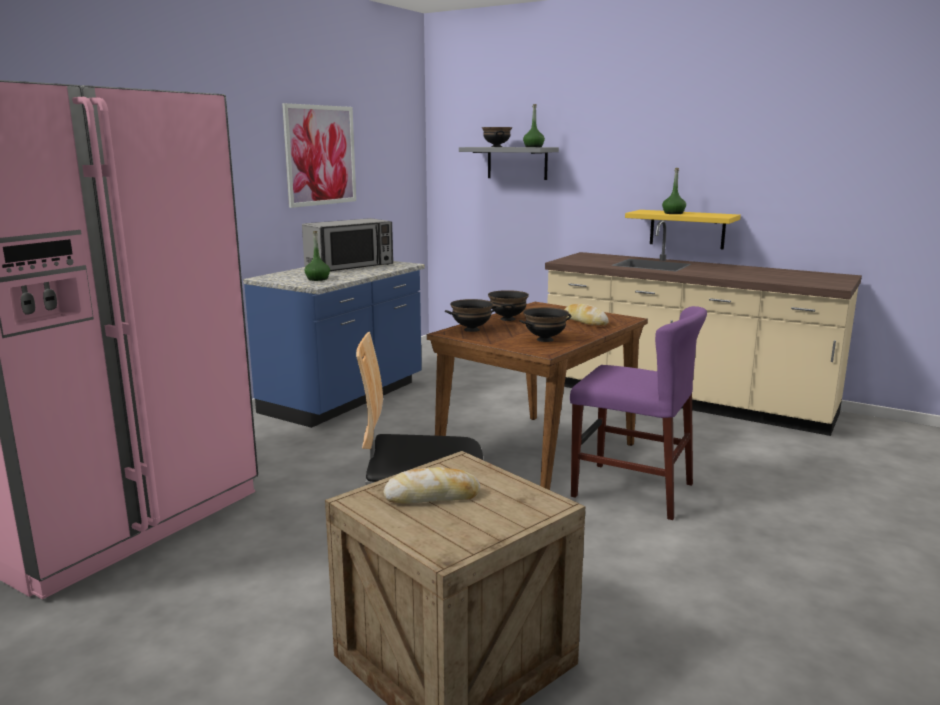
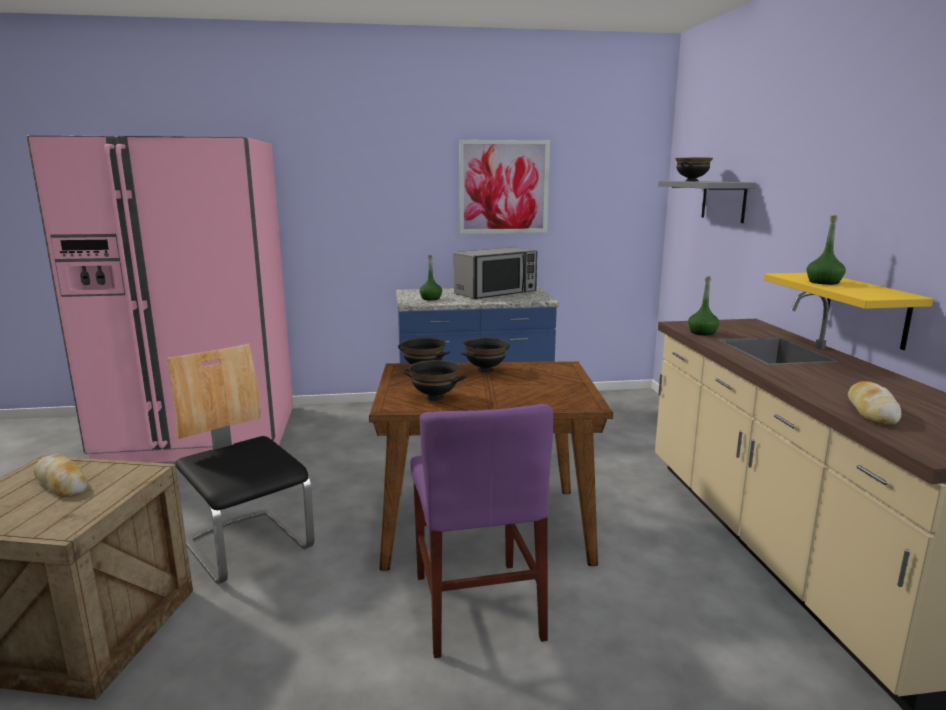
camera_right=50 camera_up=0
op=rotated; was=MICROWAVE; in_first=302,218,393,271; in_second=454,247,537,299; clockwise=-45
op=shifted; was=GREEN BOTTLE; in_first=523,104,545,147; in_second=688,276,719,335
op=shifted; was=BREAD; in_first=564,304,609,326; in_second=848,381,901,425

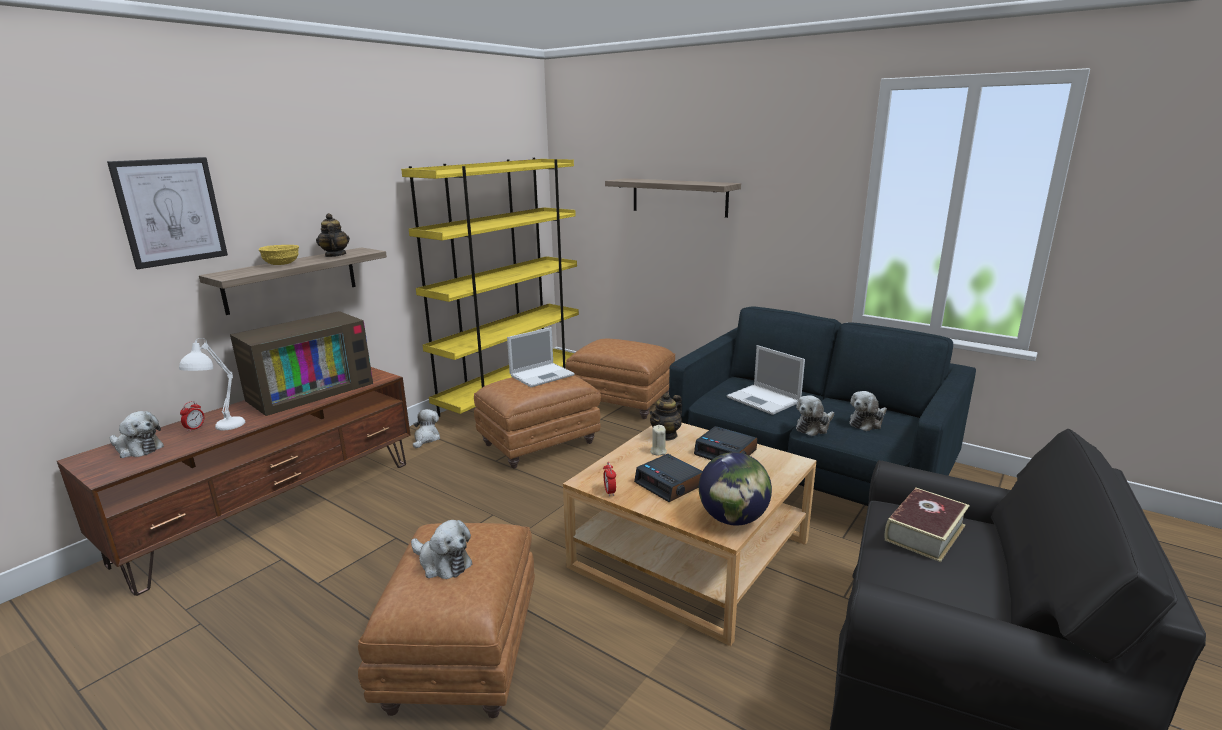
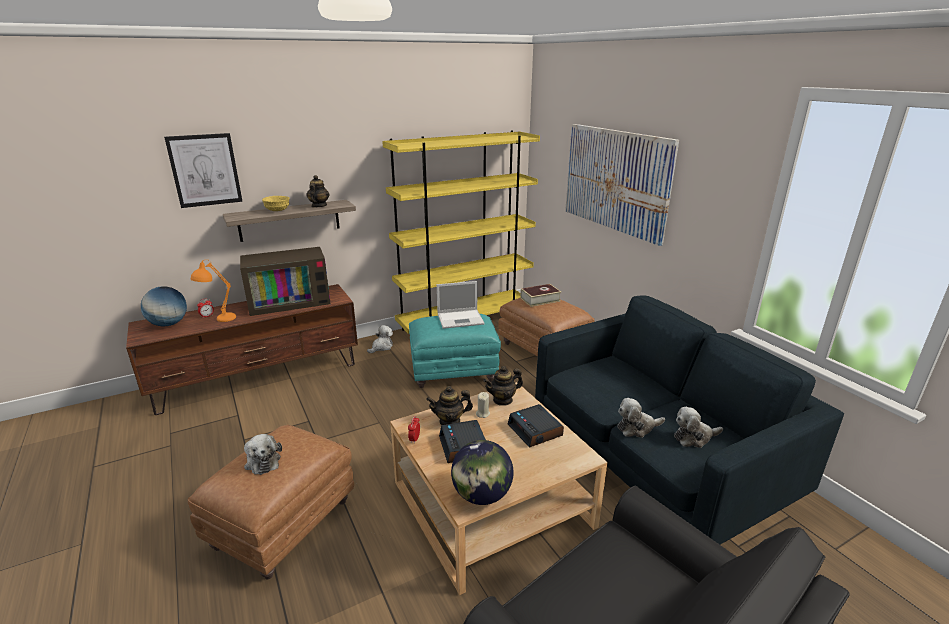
camera_right=25 camera_up=5
op=swapped; was=PLUSH TOY; now=GLOBE; in_first=110,411,164,458; in_second=141,286,187,326
op=repainted; was=WHITE TABLE LAMP; now=ORANGE TABLE LAMP; in_first=179,338,245,431; in_second=191,260,236,322
op=repainted; was=BROWN OTTOMAN; now=TURQUOISE OTTOMAN; in_first=474,375,601,468; in_second=409,314,501,388
op=new; now=TEAPOT; in_second=426,386,473,425
op=shifted; was=BOOK; in_first=885,488,970,562; in_second=520,284,561,307
op=swapped; was=SHELF; now=PICTURE; in_first=605,178,741,218; in_second=565,124,679,246
op=gone; was=LAPTOP; in_first=727,345,805,415

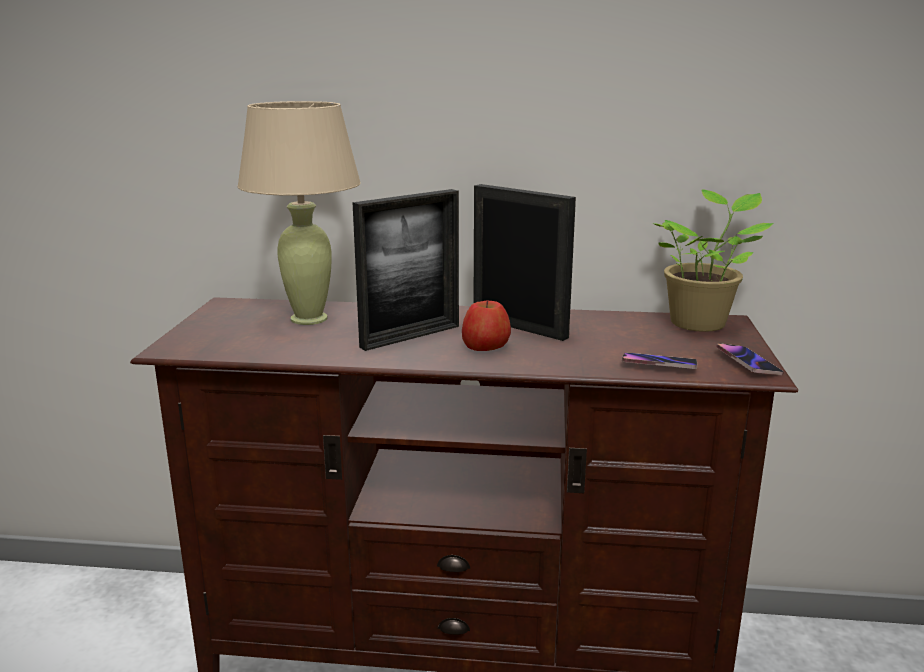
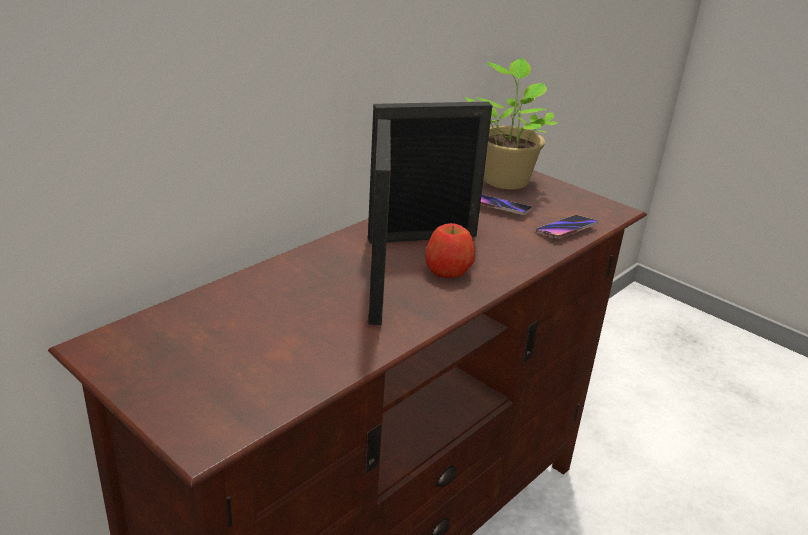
camera_right=-55 camera_up=10
op=shifted; was=PHONE; in_first=716,343,784,375; in_second=480,195,533,215
op=gone; was=BEIGE TABLE LAMP; in_first=237,101,361,325

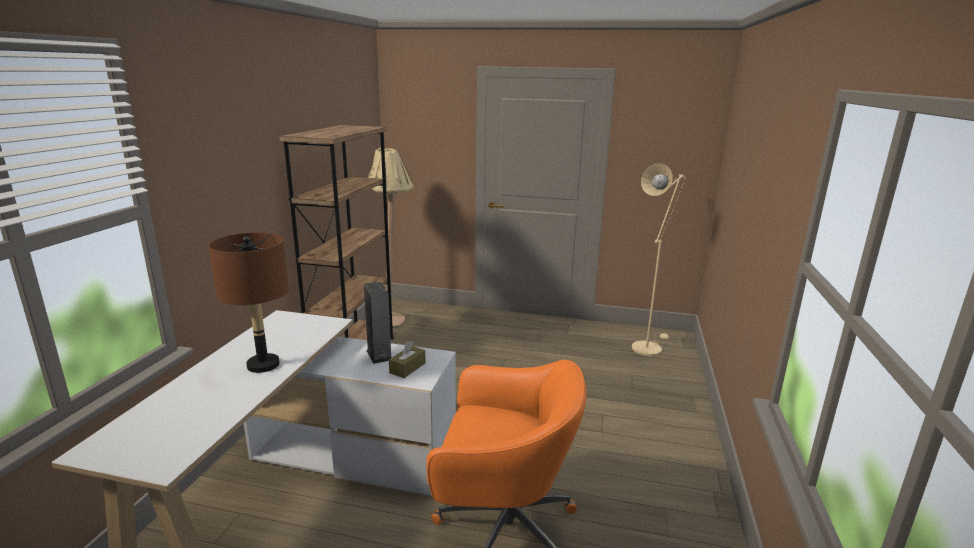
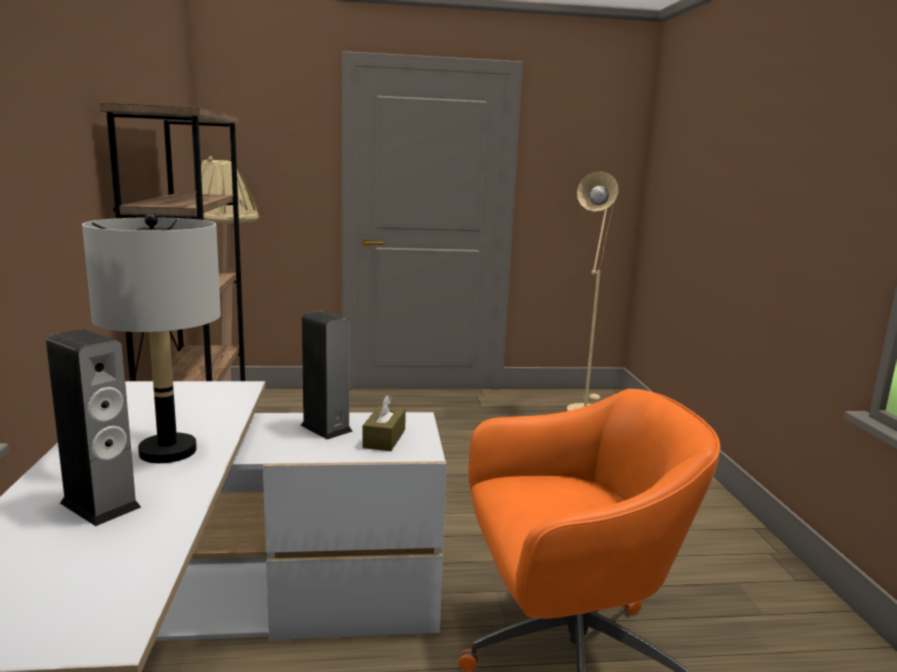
camera_right=-20 camera_up=-5
op=new; now=SPEAKER; in_second=46,329,141,526
op=repainted; was=BROWN TABLE LAMP; now=GREY TABLE LAMP; in_first=209,232,289,373; in_second=82,213,221,463

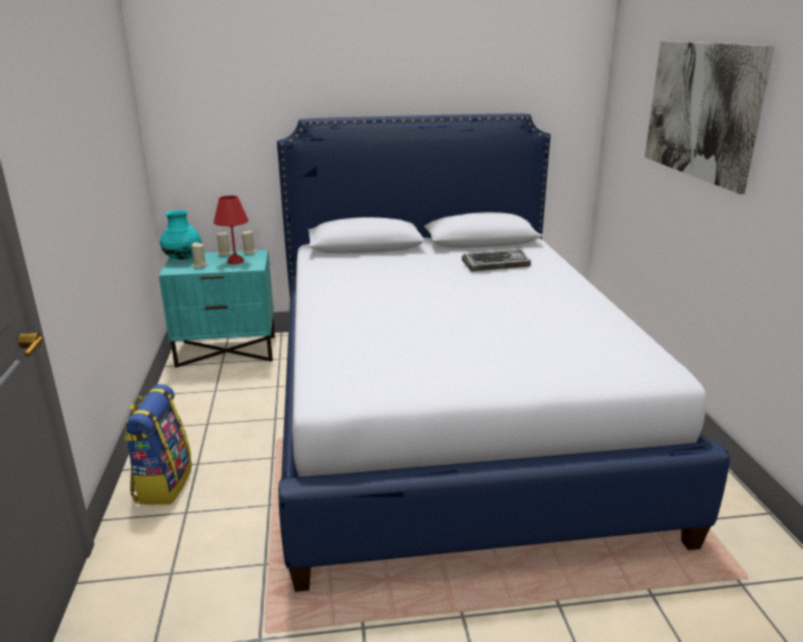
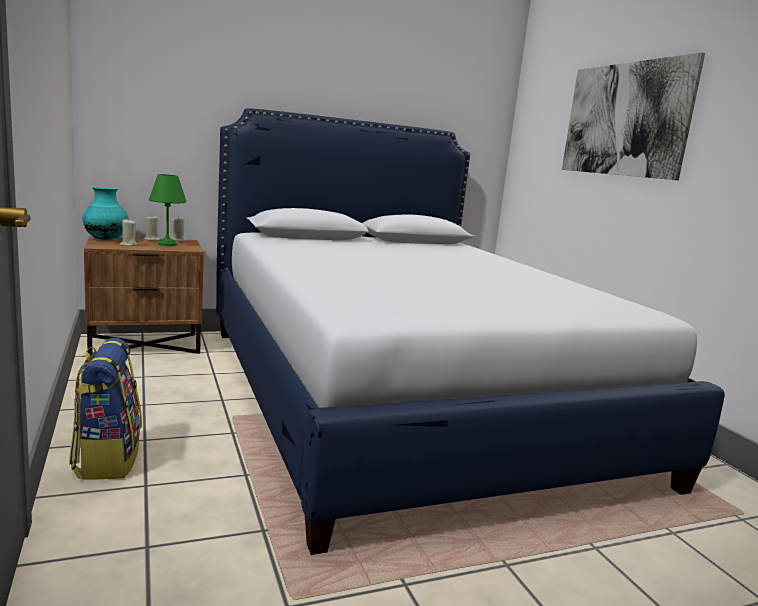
camera_right=-15 camera_up=-10
op=repainted; was=TURQUOISE NIGHTSTAND; now=BROWN NIGHTSTAND; in_first=159,250,275,368; in_second=84,236,204,355
op=repainted; was=RED TABLE LAMP; now=GREEN TABLE LAMP; in_first=214,195,248,264; in_second=149,174,186,246
op=gone; was=KEYBOARD; in_first=462,249,531,272

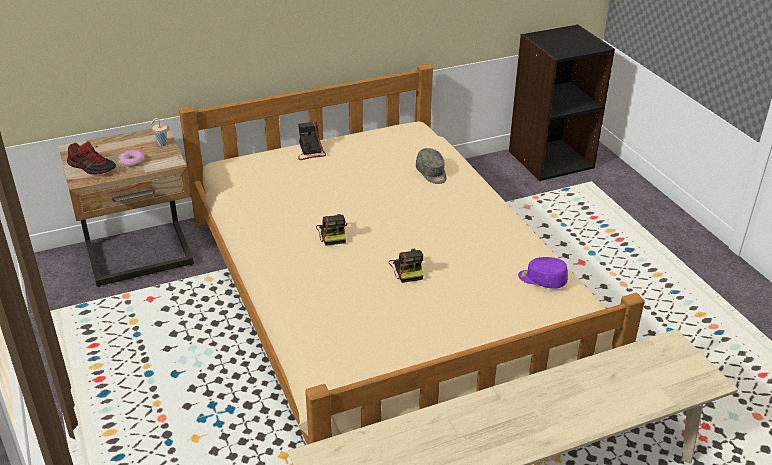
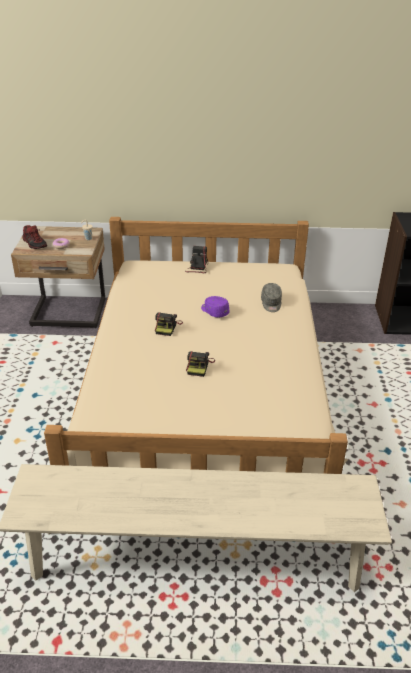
camera_right=25 camera_up=0
op=shifted; was=PURPLE CAP; in_first=518,257,568,289; in_second=201,296,229,317

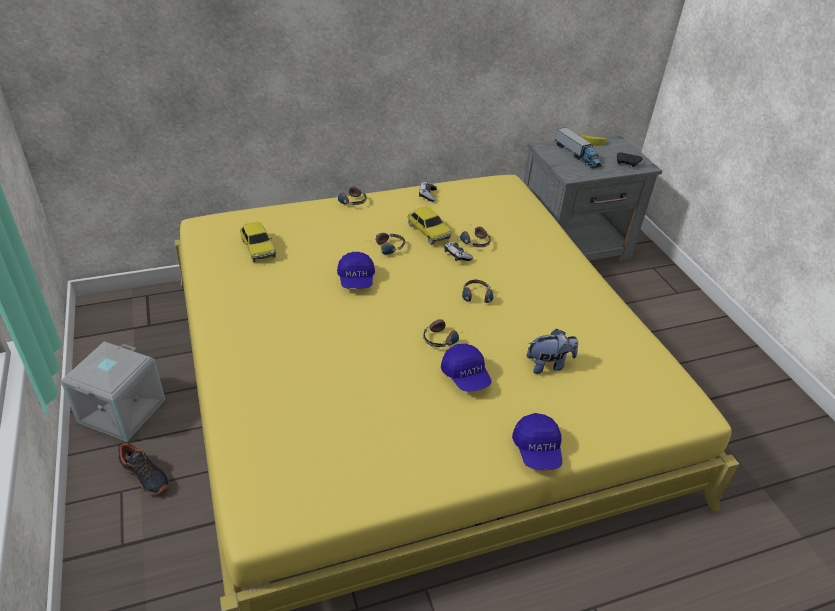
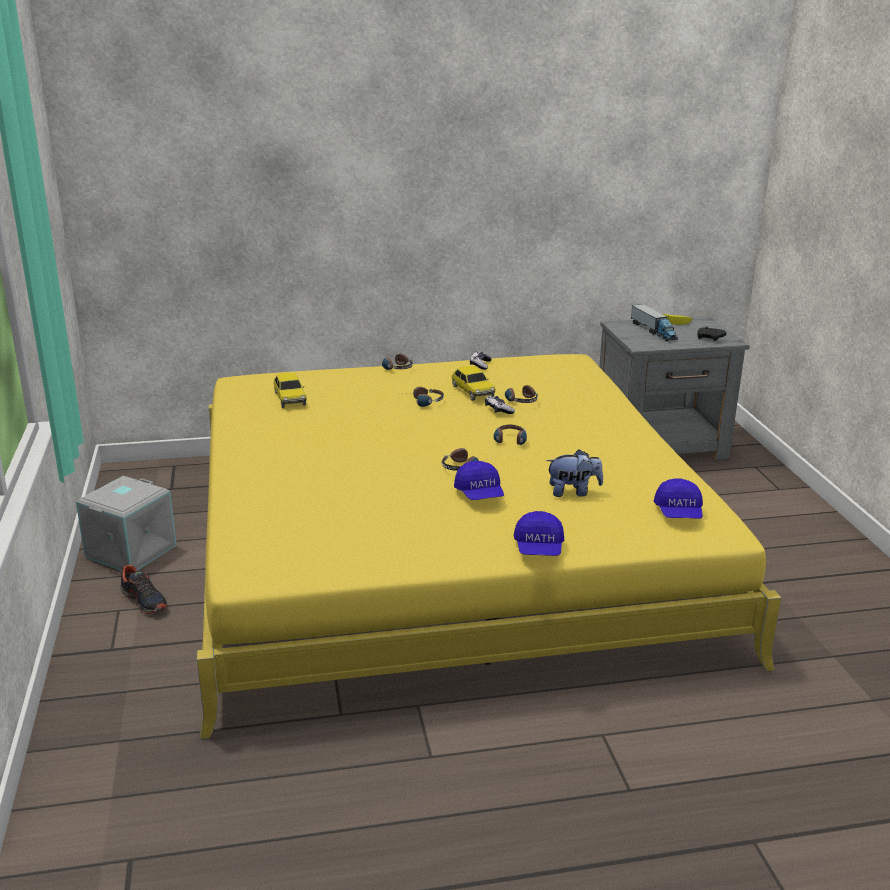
camera_right=10 camera_up=-15
op=shifted; was=BLUE CAP; in_first=337,252,375,289; in_second=654,478,703,519

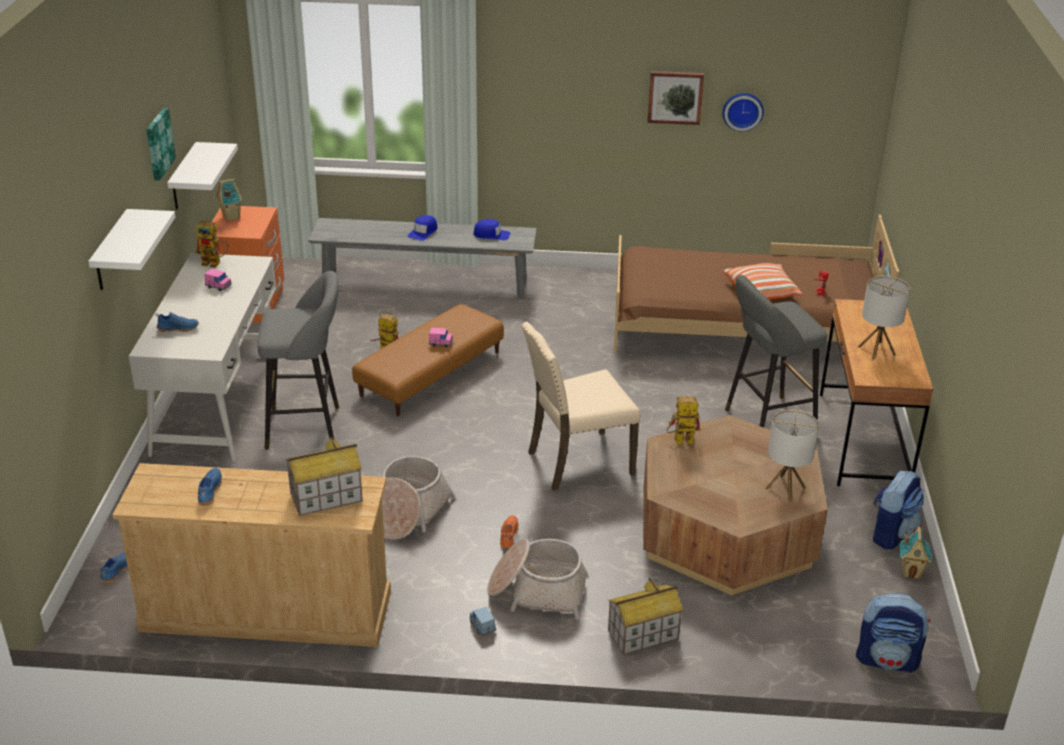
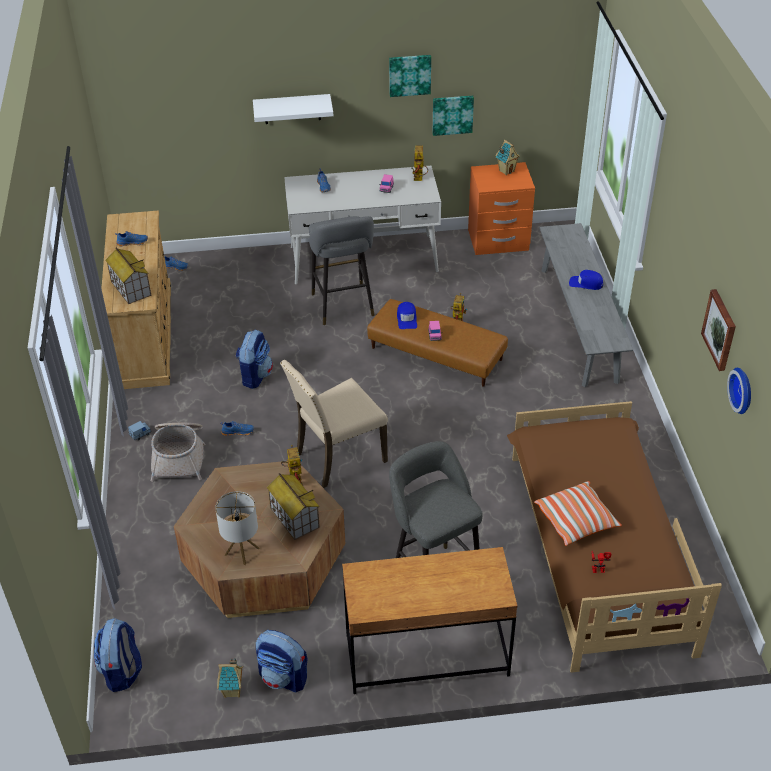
camera_right=80 camera_up=10
op=repainted; was=ORANGE SHOE; now=BLUE SHOE; in_first=500,515,519,549; in_second=221,421,254,436
op=swapped; was=BASKET; now=BACKPACK; in_first=382,456,455,540; in_second=235,330,273,389
op=shifted; was=TOY HOUSE; in_first=608,578,683,655; in_second=267,473,320,540
op=rotated; was=BEIGE CHAIR; in_first=521,322,641,491; in_second=280,360,388,488; clockwise=-90
op=shifted; was=BLUE CAP; in_first=473,219,510,240; in_second=397,302,417,329
op=swapped; was=WHITE SHELF; now=PICTURE; in_first=167,142,238,209; in_second=433,96,474,136
op=gone; was=TABLE LAMP; in_first=858,276,910,360

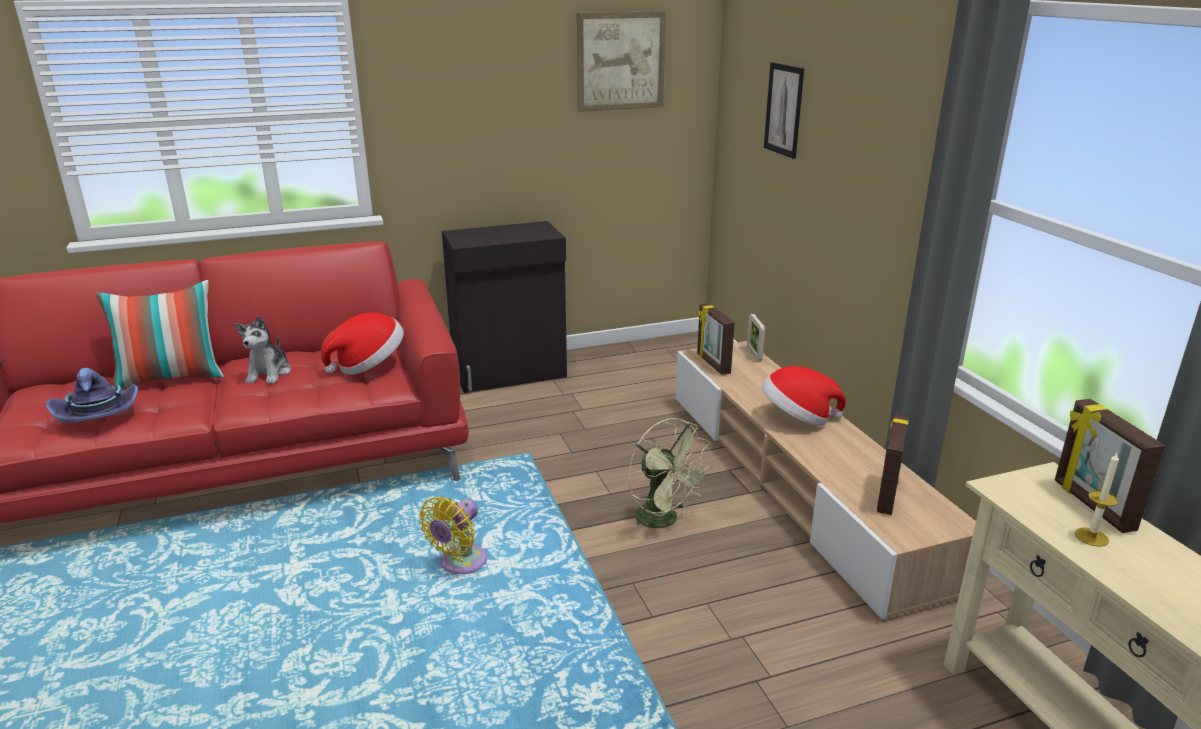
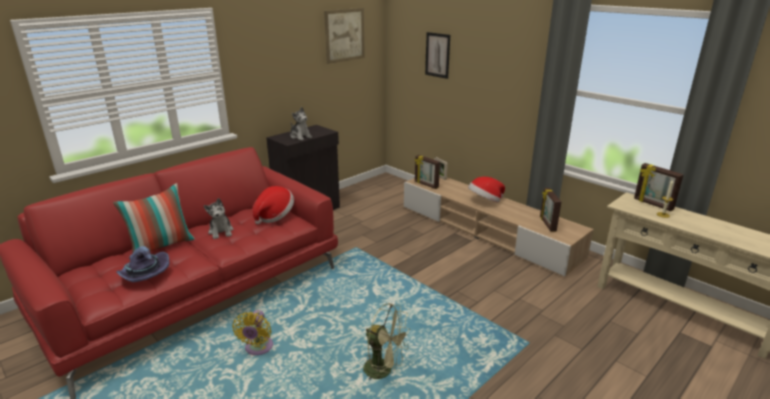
camera_right=-25 camera_up=0
op=shifted; was=YELLOW FAN; in_first=419,496,487,574; in_second=232,310,273,355
op=new; now=PLUSH TOY; in_second=290,107,312,140
op=shifted; was=GREEN FAN; in_first=629,418,713,538; in_second=363,303,410,380

